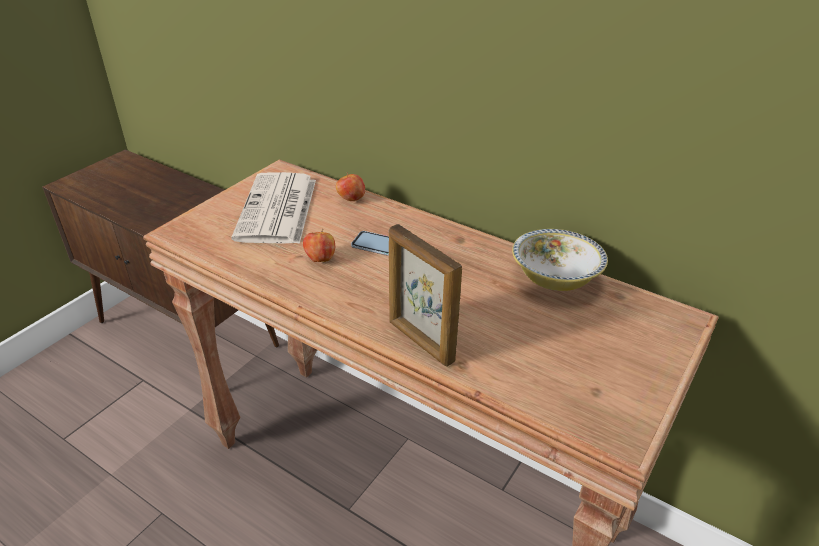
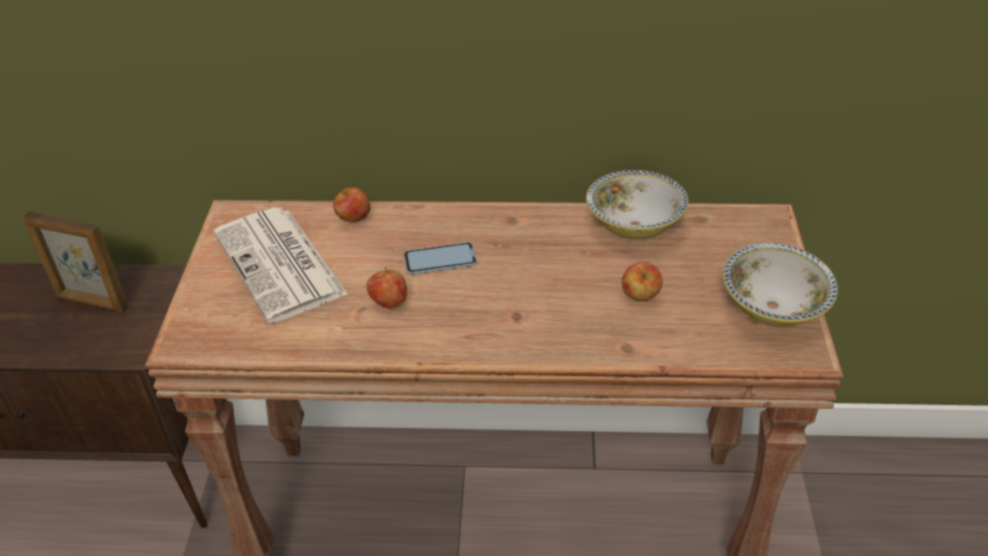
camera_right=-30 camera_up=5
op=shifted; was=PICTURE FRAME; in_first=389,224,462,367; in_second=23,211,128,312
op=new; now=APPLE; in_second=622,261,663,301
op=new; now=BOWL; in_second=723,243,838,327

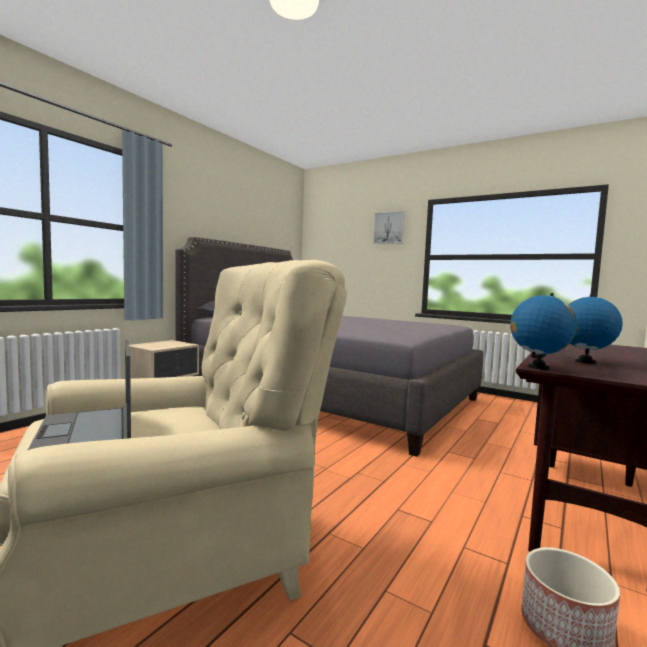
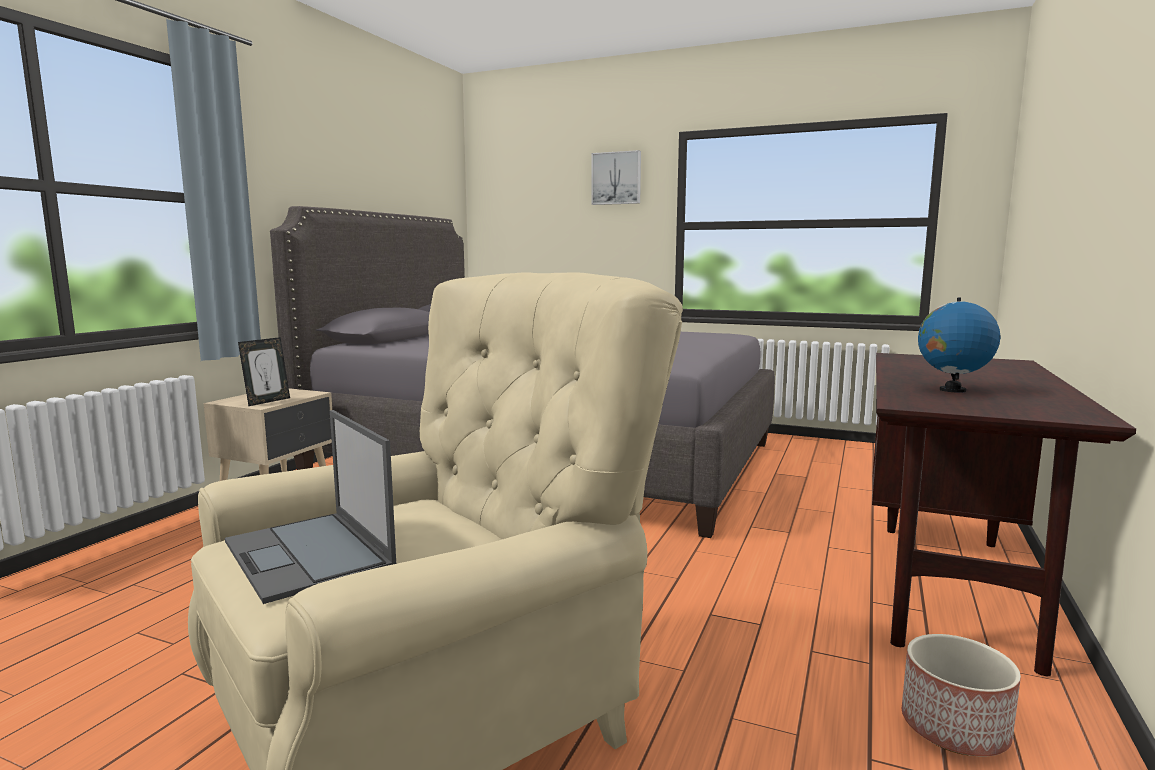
camera_right=-10 camera_up=5
op=new; now=PICTURE FRAME; in_second=238,337,290,406
op=gone; was=GLOBE; in_first=510,293,577,370

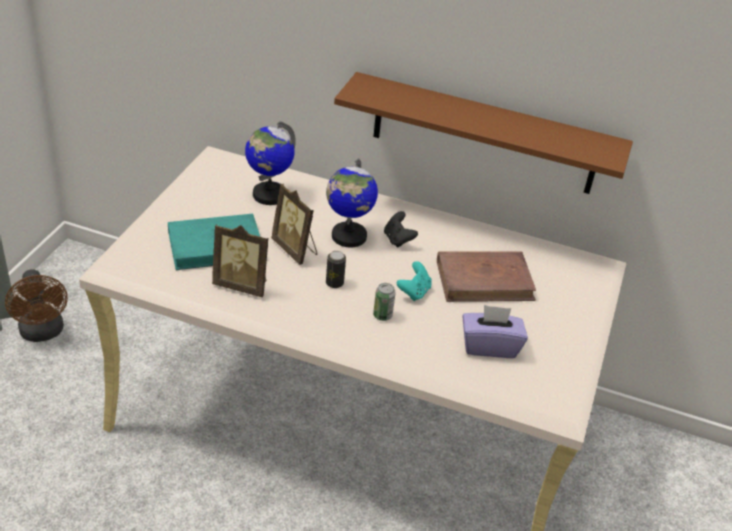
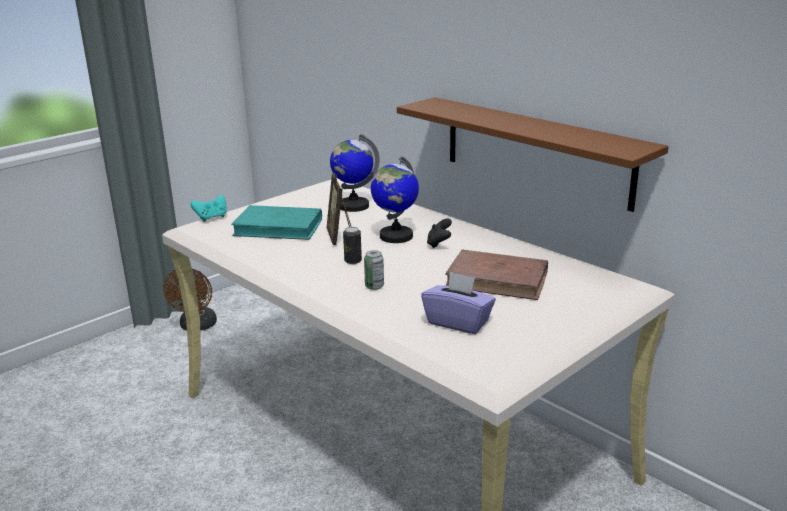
camera_right=30 camera_up=-15
op=shifted; was=TURQUOISE GAME CONTROLLER; in_first=397,261,432,301; in_second=190,195,227,222
op=gone; was=PICTURE FRAME; in_first=212,224,268,297

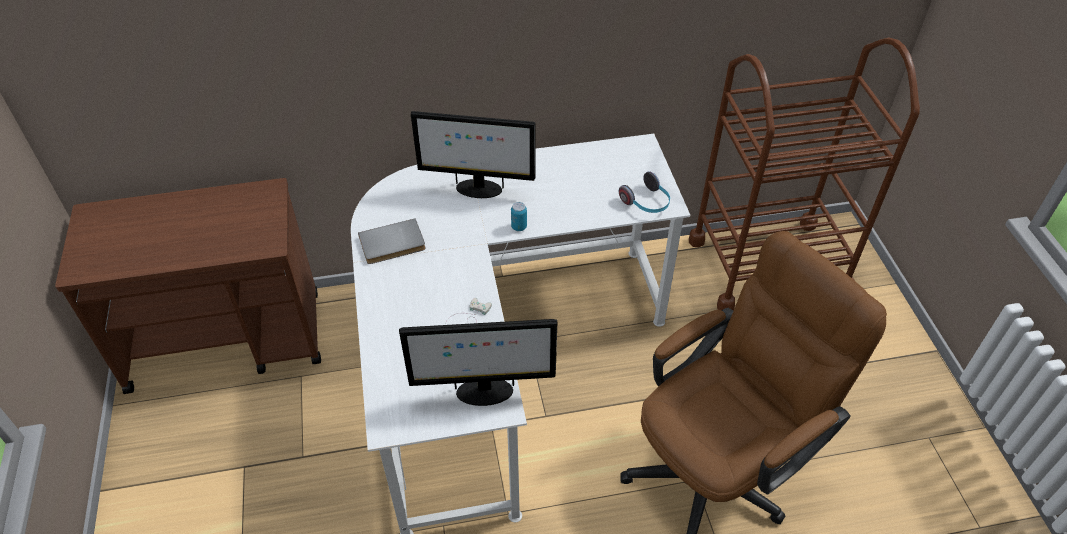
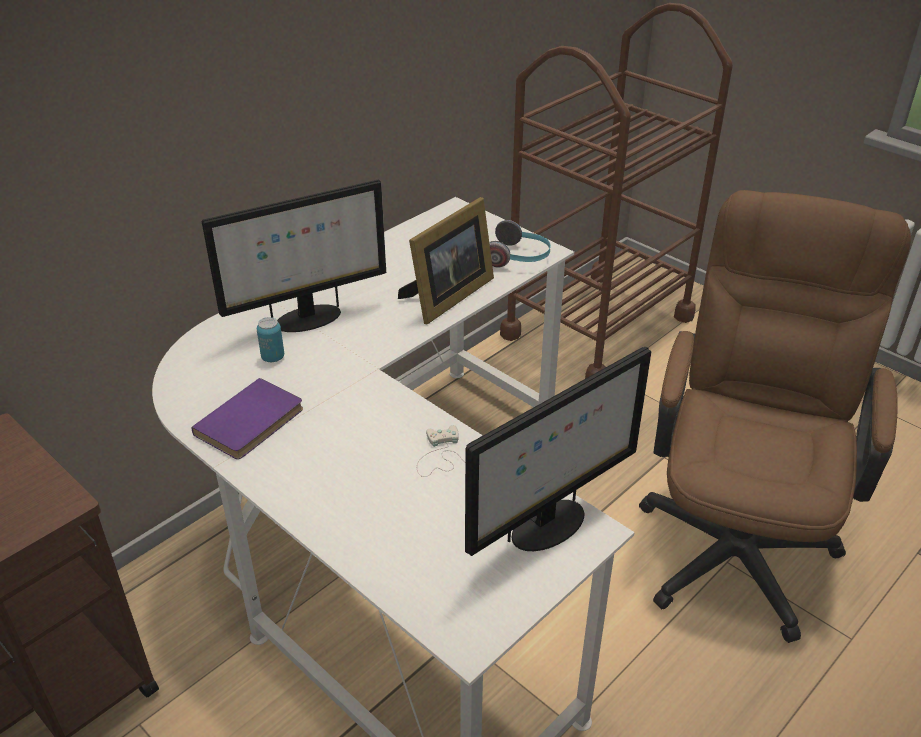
camera_right=-35 camera_up=-10
op=repainted; was=GREY BOOK; now=PURPLE BOOK; in_first=358,218,426,264; in_second=191,378,303,459
op=shifted; was=CAN; in_first=511,202,527,231; in_second=257,317,284,362
op=new; now=PICTURE FRAME; in_second=398,197,494,324

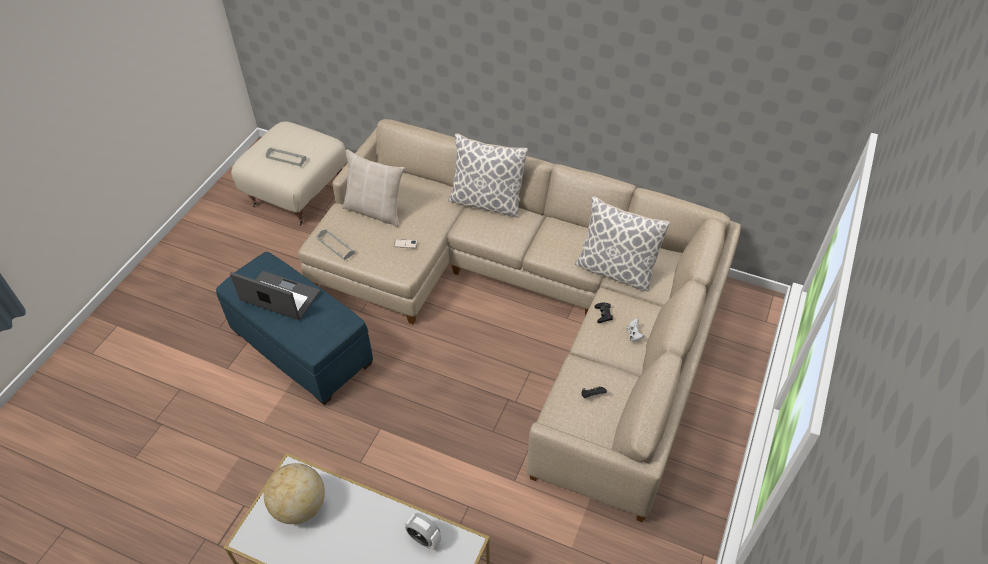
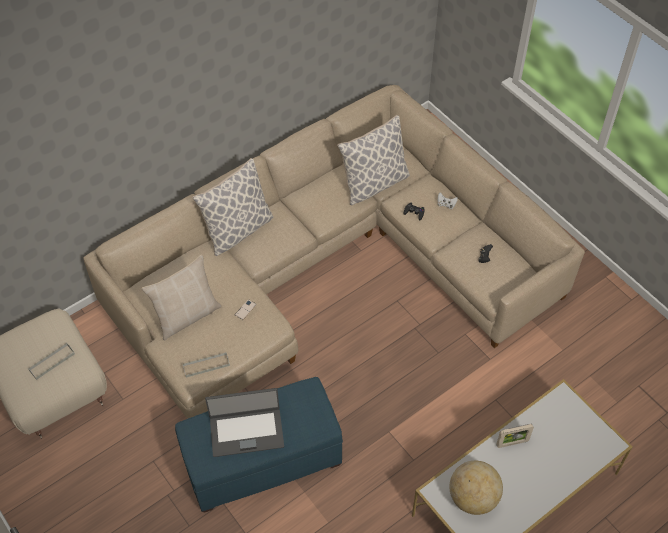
camera_right=-60 camera_up=5
op=rotated; was=LAPTOP; in_first=230,271,320,320; in_second=205,388,284,457; clockwise=-150
op=new; now=PICTURE FRAME; in_second=496,424,534,448
op=gone; was=ALARM CLOCK; in_first=405,513,441,551

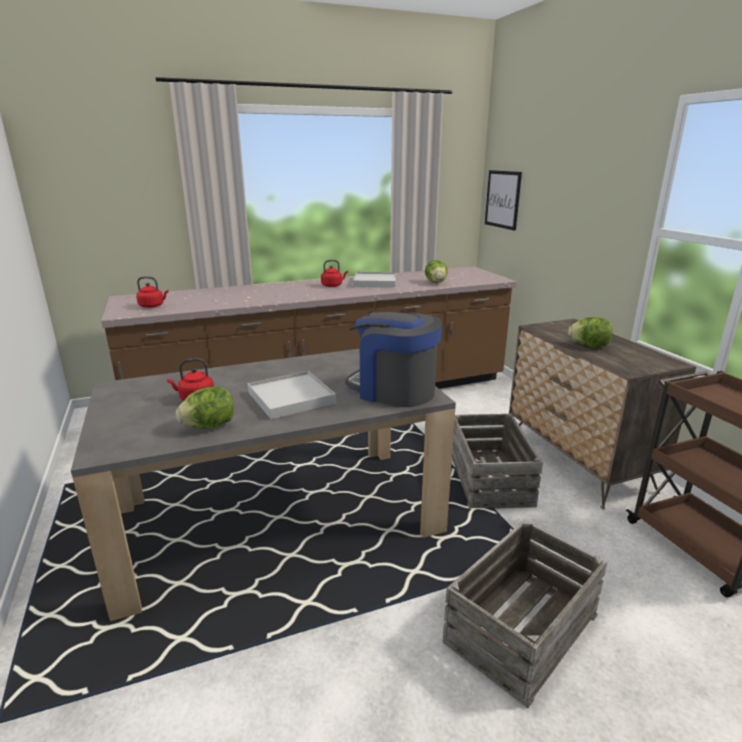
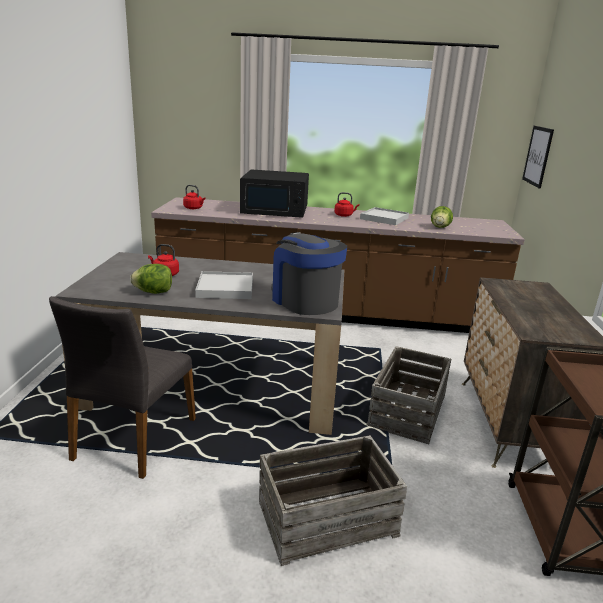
camera_right=25 camera_up=0
op=new; now=GREY CHAIR; in_second=49,296,196,479
op=new; now=BLACK MICROWAVE; in_second=240,169,309,218
op=gone; was=LETTUCE; in_first=568,317,613,347

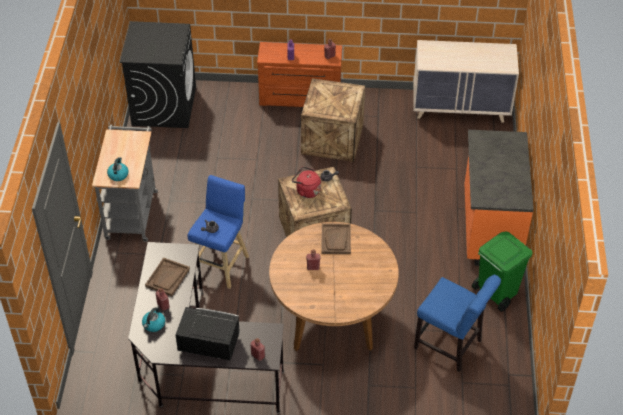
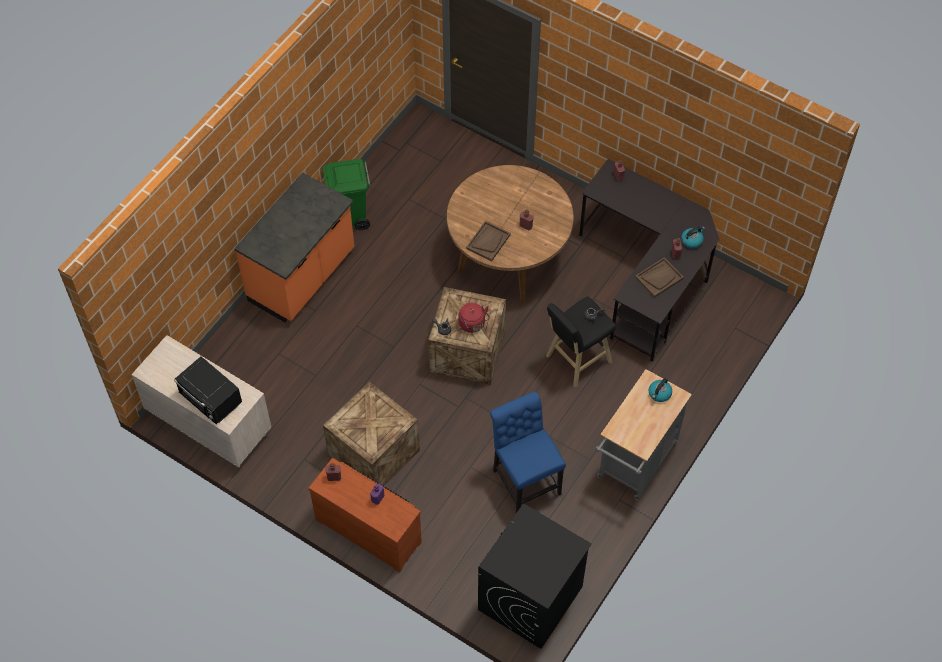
camera_right=-150 camera_up=10
op=shifted; was=BLACK MICROWAVE; in_first=175,307,240,361; in_second=174,356,242,424
op=shifted; was=BLUE CHAIR; in_first=414,275,501,372; in_second=490,392,566,513
op=repainted; was=BLUE STOOL; now=BLACK STOOL; in_first=188,175,249,289; in_second=546,296,616,388

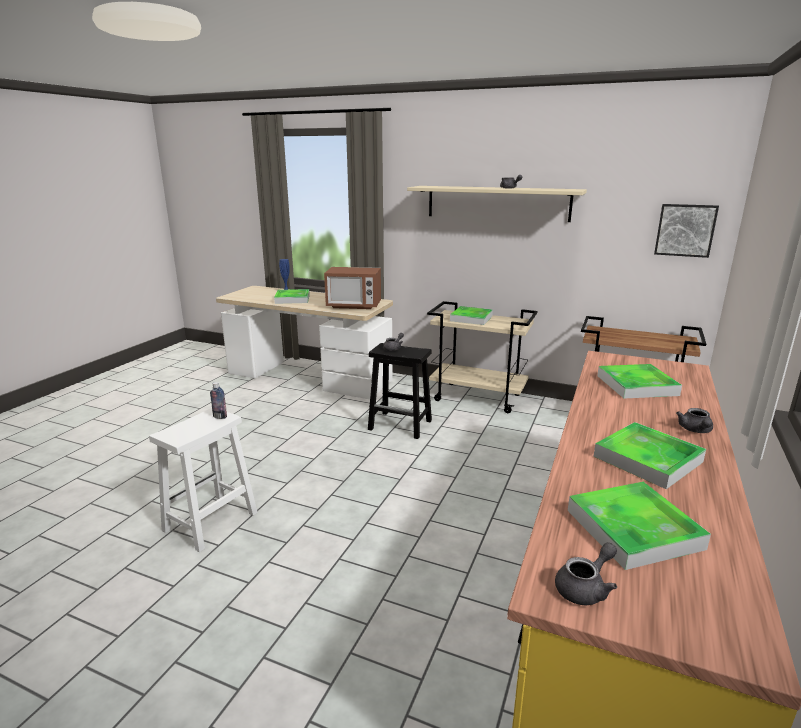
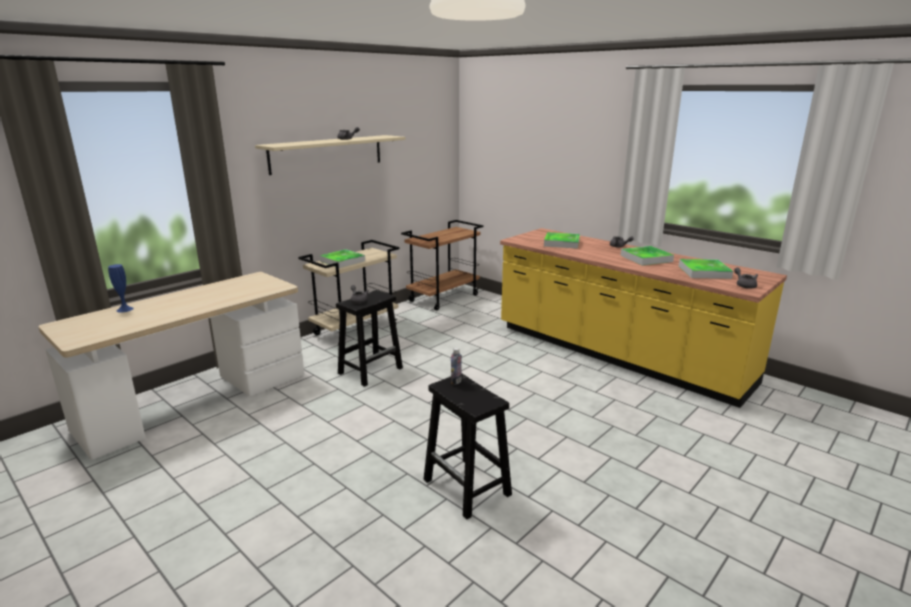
camera_right=-70 camera_up=0
op=repainted; was=WHITE STOOL; now=BLACK STOOL; in_first=149,408,258,552; in_second=423,374,512,520
op=gone; was=TRAY; in_first=274,289,310,304
op=gone; was=MICROWAVE; in_first=324,267,381,309
op=gone; was=PICTURE; in_first=654,204,719,258

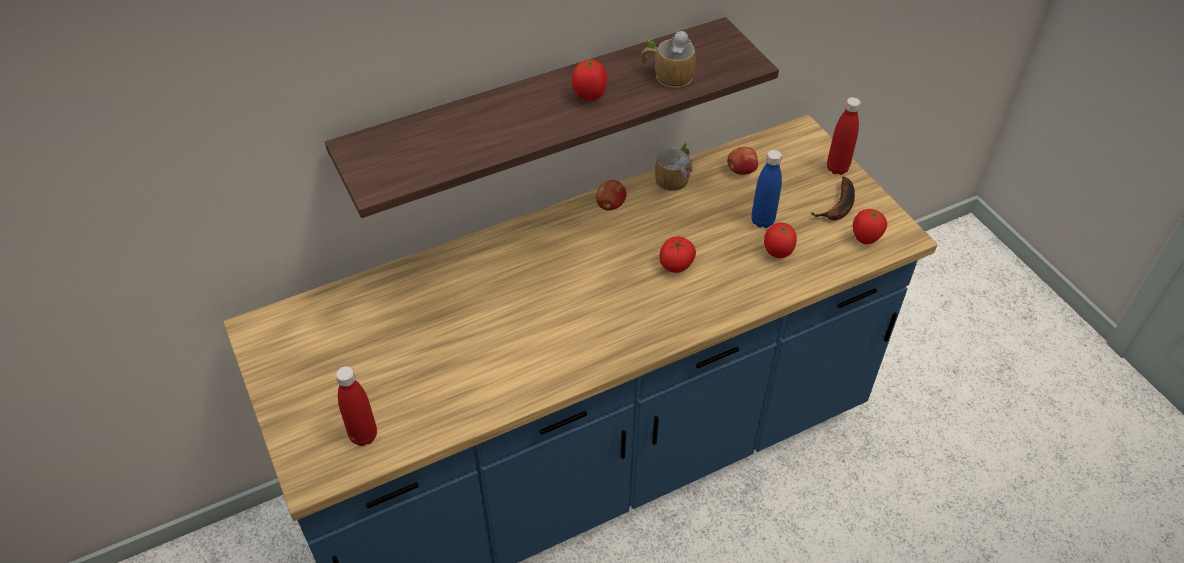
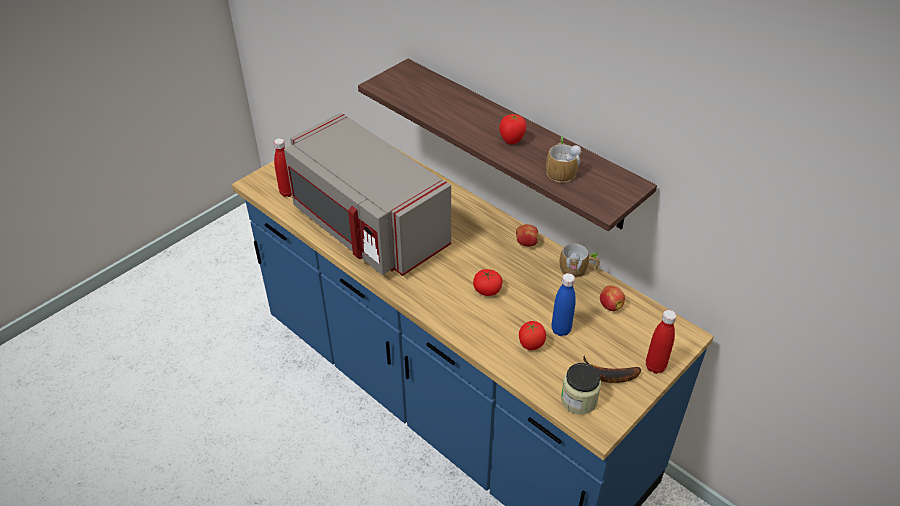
camera_right=70 camera_up=-5
op=new; now=GREY MICROWAVE; in_second=284,113,451,276
op=swapped; was=TOMATO; now=JAR; in_first=853,209,887,244; in_second=561,363,601,414

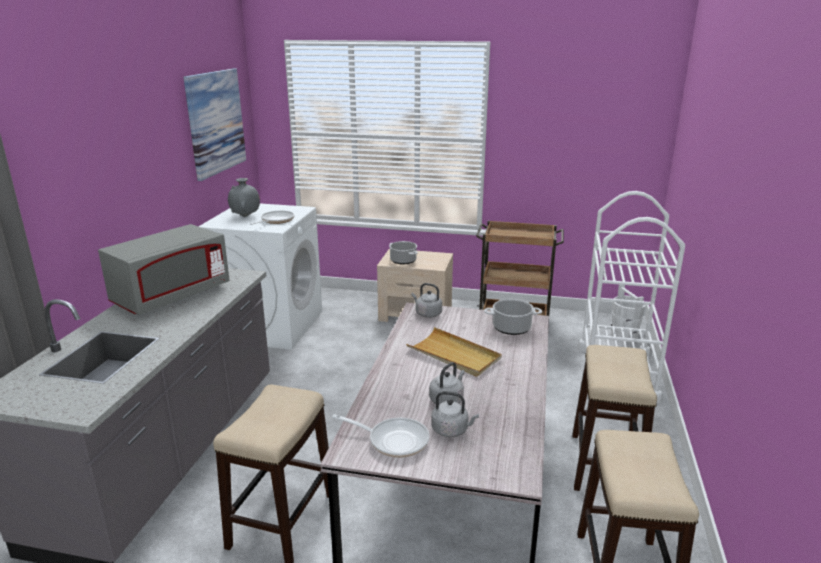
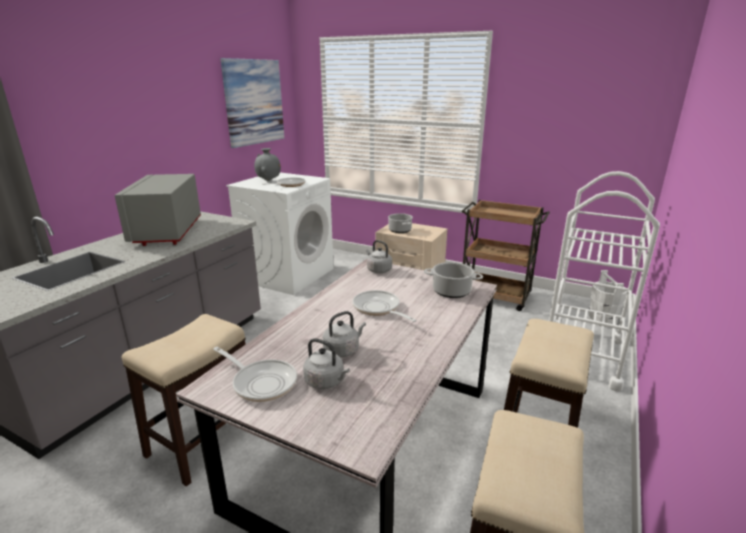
camera_right=15 camera_up=0
op=rotated; was=GREY MICROWAVE; in_first=98,224,229,315; in_second=115,174,201,246; clockwise=120
op=swapped; was=BEIGE TRAY; now=FRYING PAN; in_first=406,327,501,377; in_second=353,290,417,322

